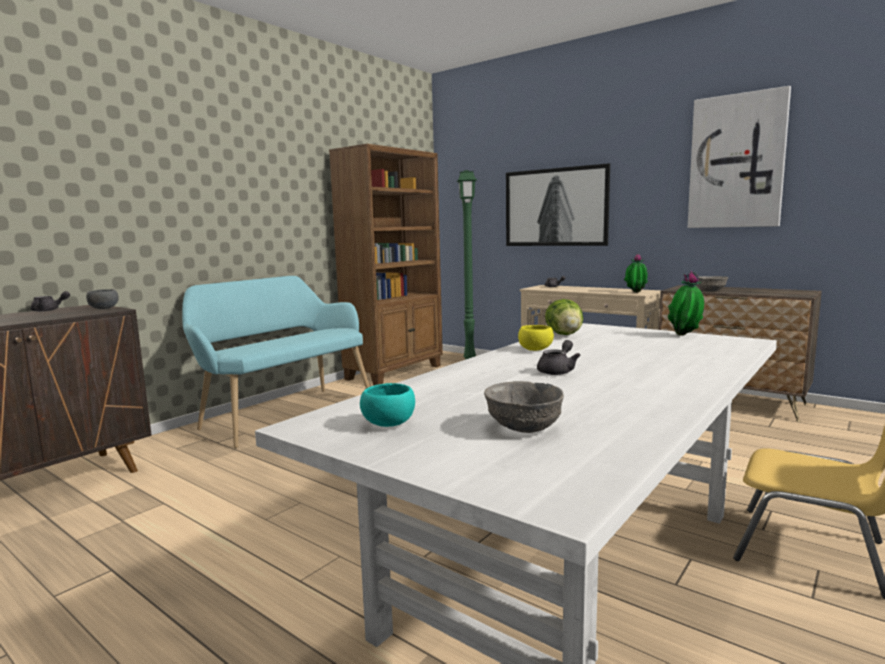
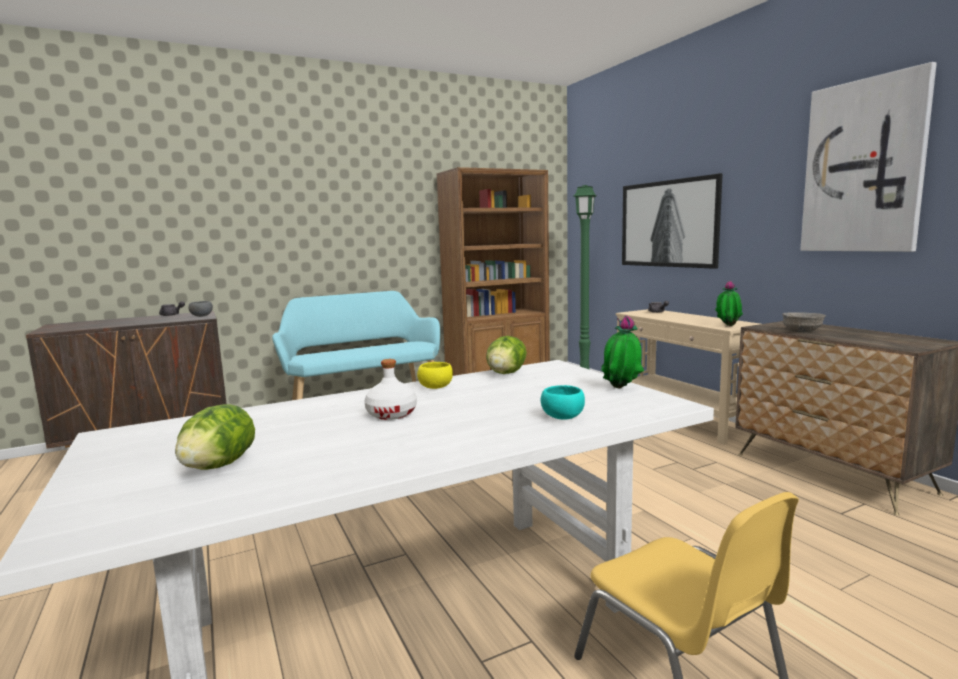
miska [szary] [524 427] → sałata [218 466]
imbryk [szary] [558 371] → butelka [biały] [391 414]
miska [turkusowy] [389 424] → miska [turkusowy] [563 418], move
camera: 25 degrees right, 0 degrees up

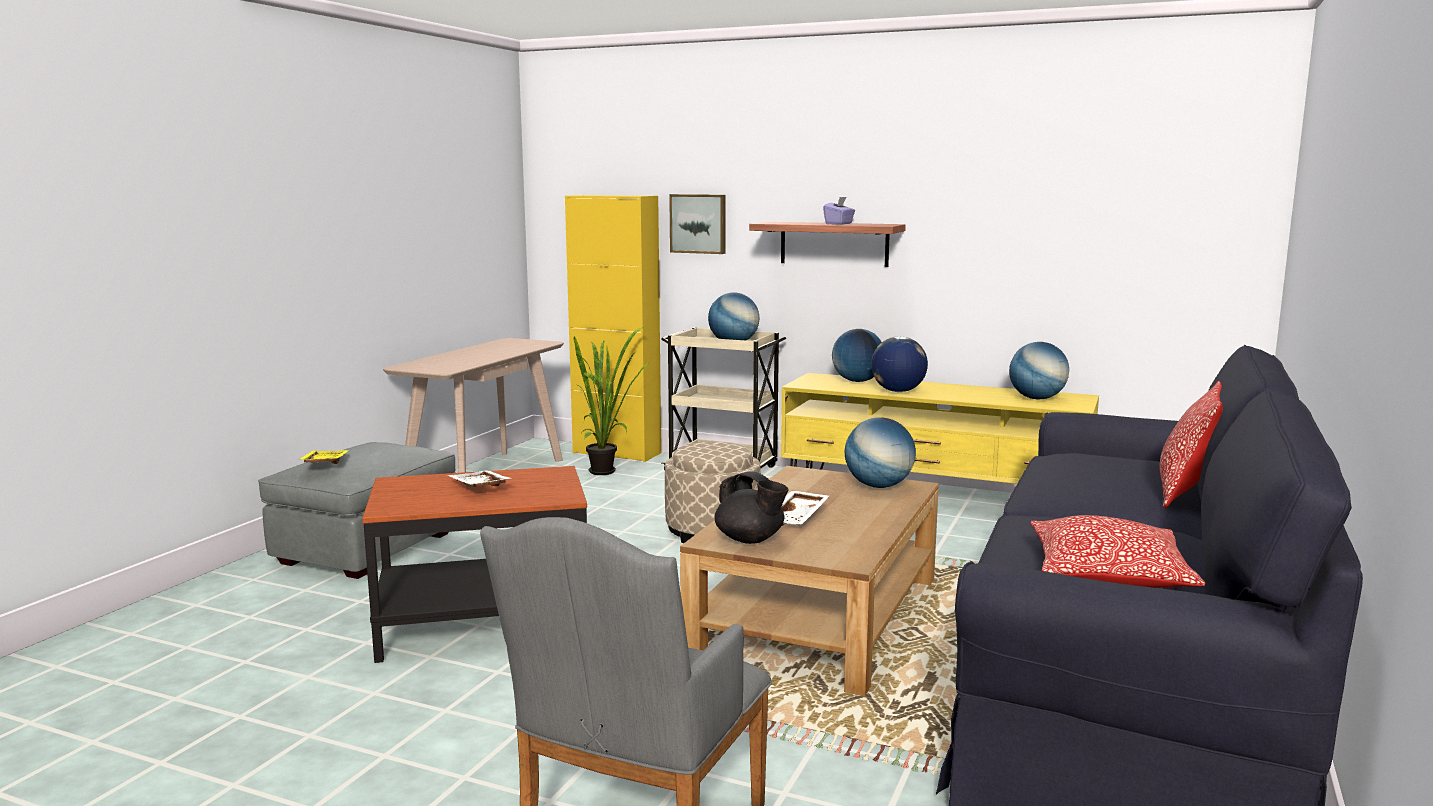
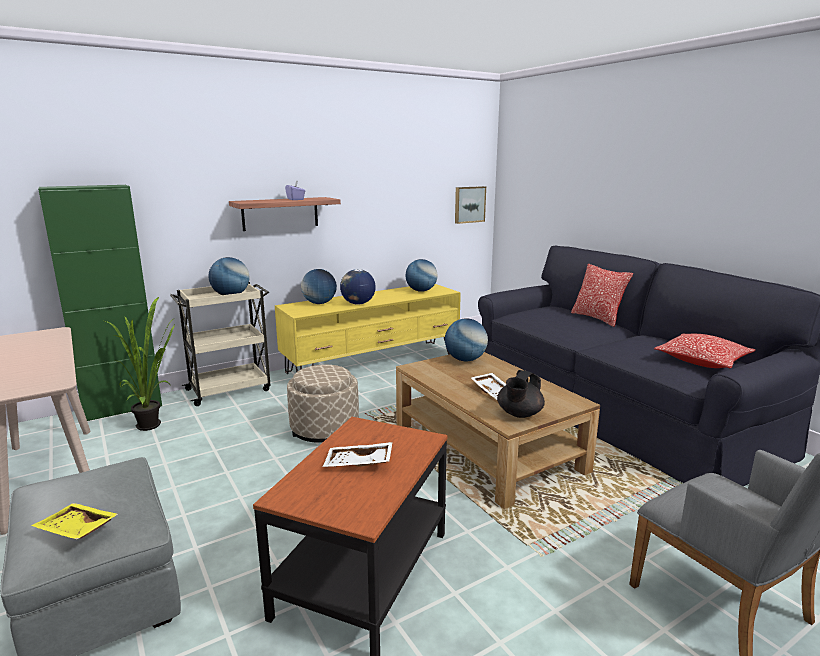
szafka [żółty] [617 453] → szafka [zielony] [122 408]
obraz [698 223] → obraz [469 204], move
imbryk [czarny] [750 540] → imbryk [czarny] [519 414], 135 degrees clockwise
camera: 55 degrees left, 5 degrees up

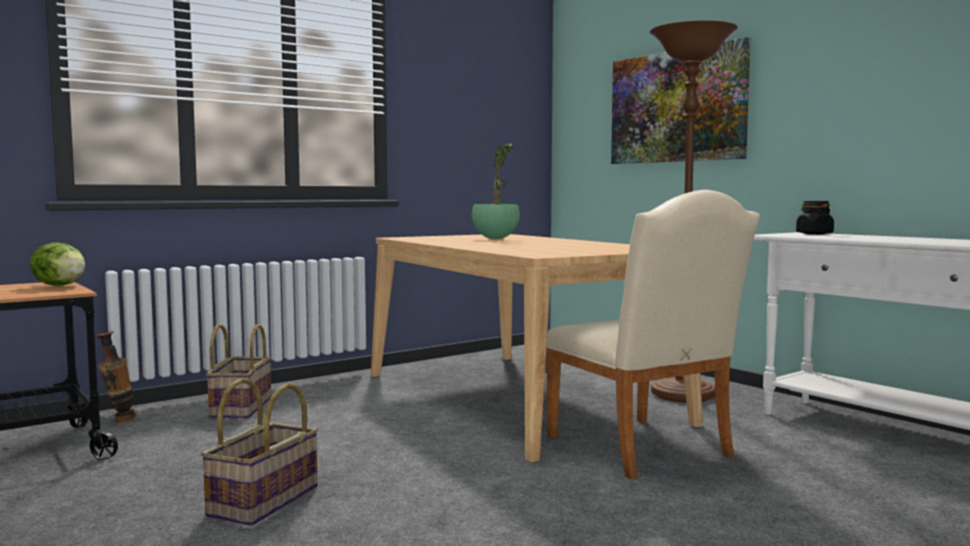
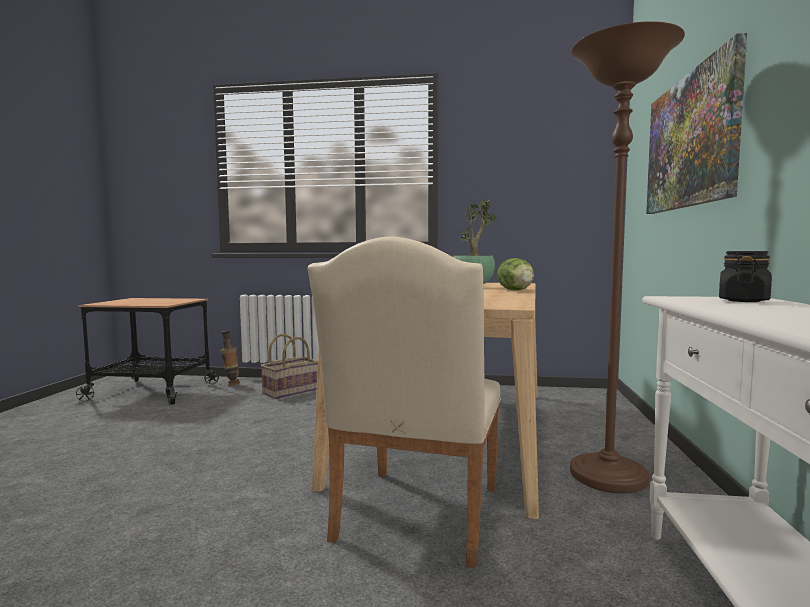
sałata [60 285] → sałata [516 290], move
koszyk [265 501] → -
camera: 45 degrees right, 0 degrees up

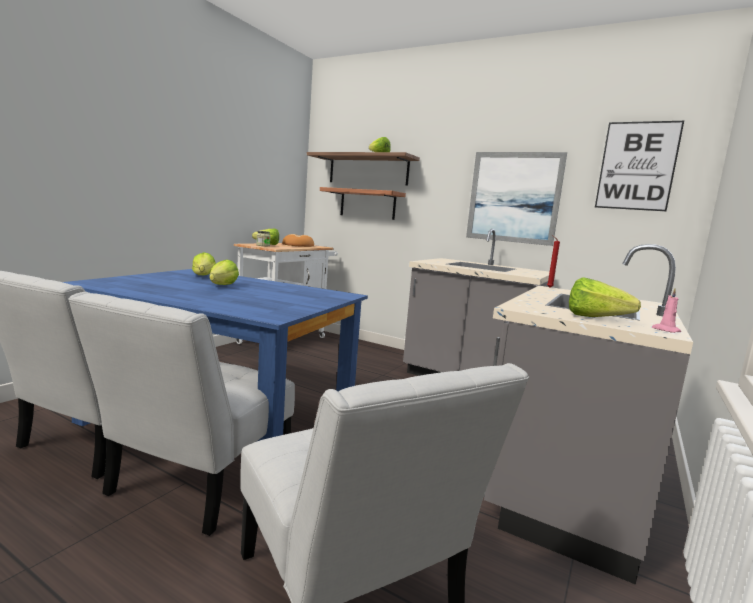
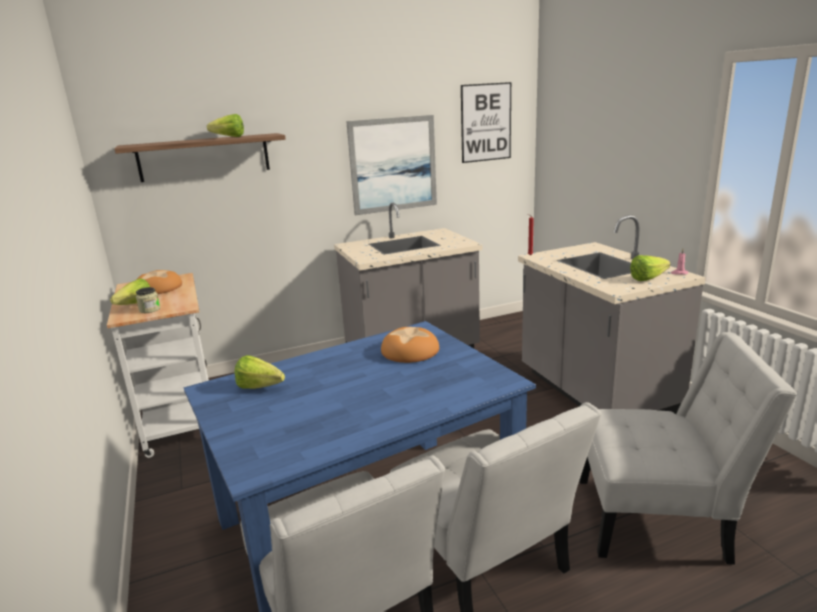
- → chleb [410 351]
sałata [219 286] → -
półka [367 204] → -
camera: 50 degrees left, 10 degrees up

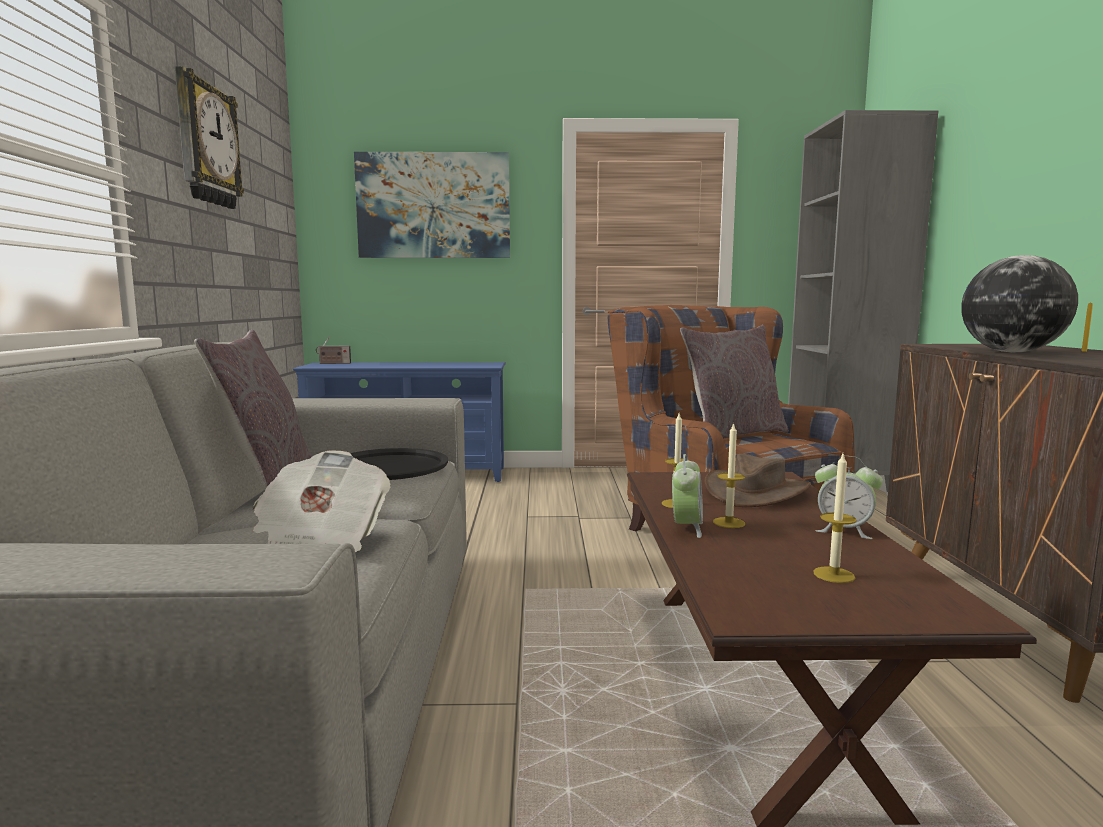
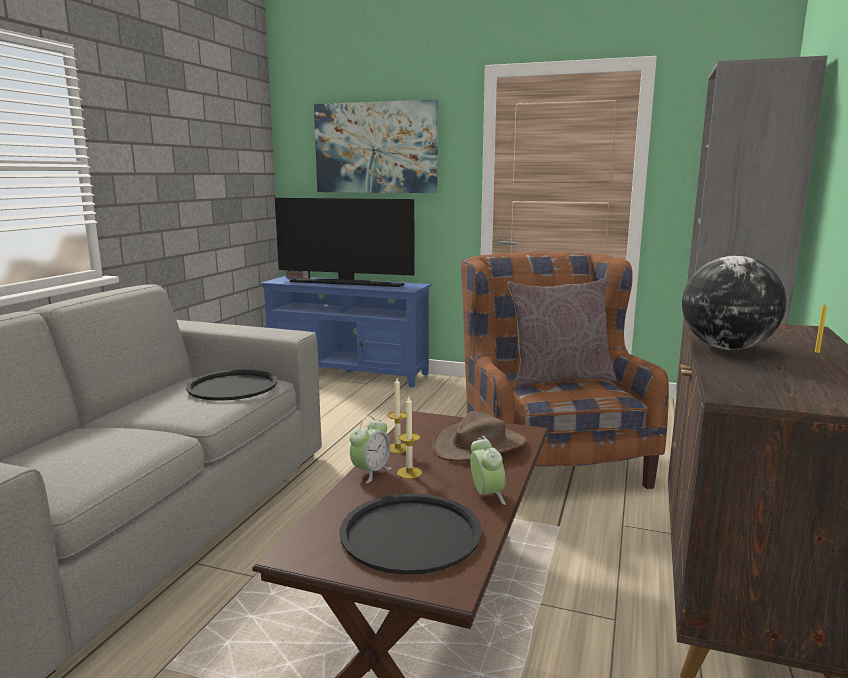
- → telewizor [347 283]
świeca [834 575] → taca [czarny] [410 534]
budzik [844 530] → budzik [486 495], 150 degrees counterclockwise
zegar ścienny [205 144] → -
poduszka [szary] [267 484] → -
gazeta [320 543] → -
camera: 20 degrees right, 5 degrees up

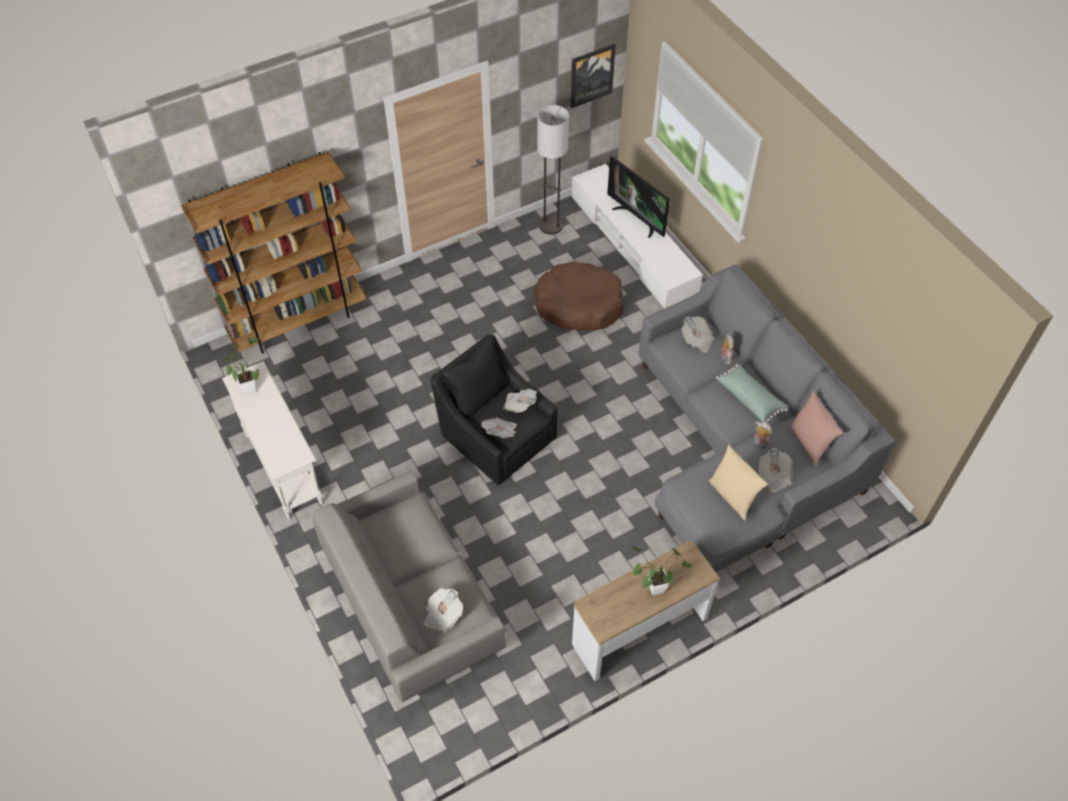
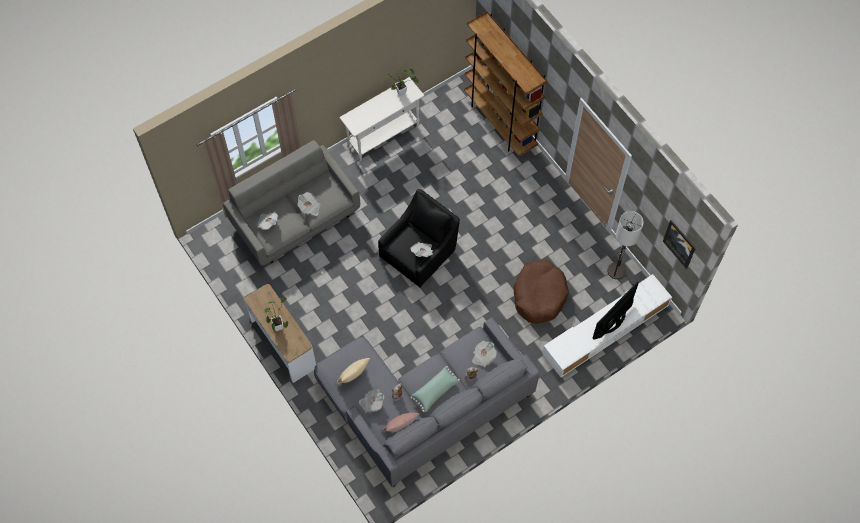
gazeta [500 432] → gazeta [309 207], move
camera: 85 degrees right, 10 degrees up

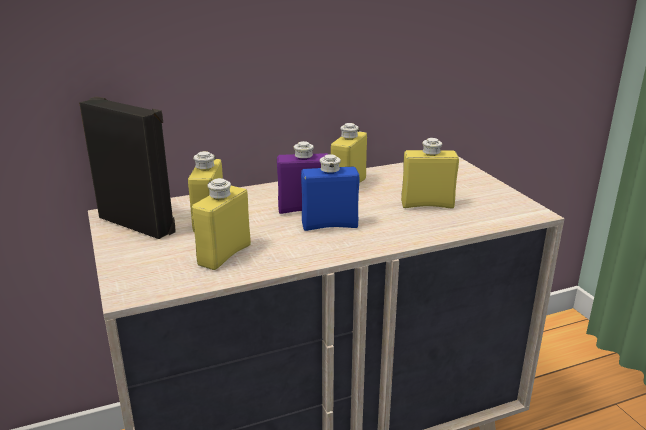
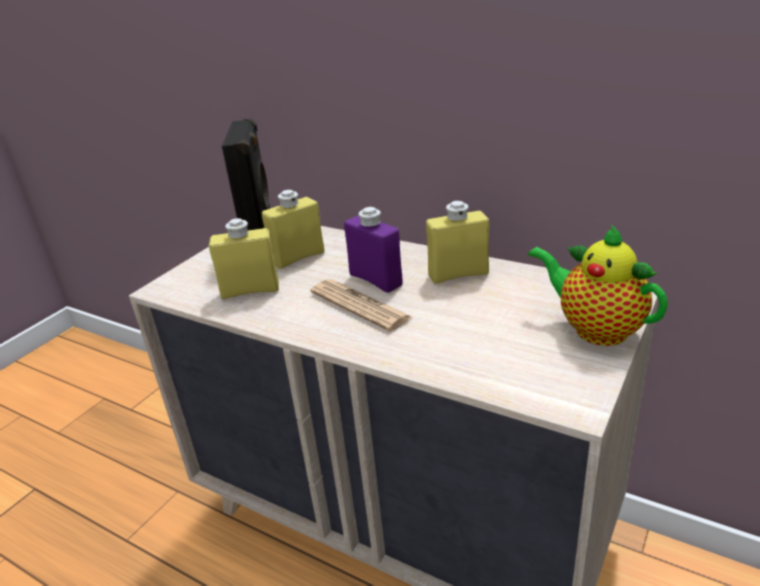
butelka [niebieski] [329 225] → gazeta [360 305]
- → imbryk [595 329]
butelka [żółty] [427 204] → -
camera: 55 degrees right, 5 degrees up

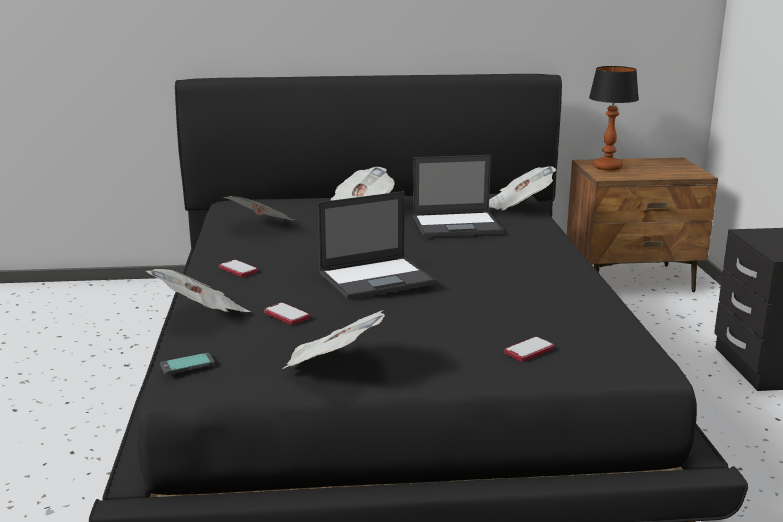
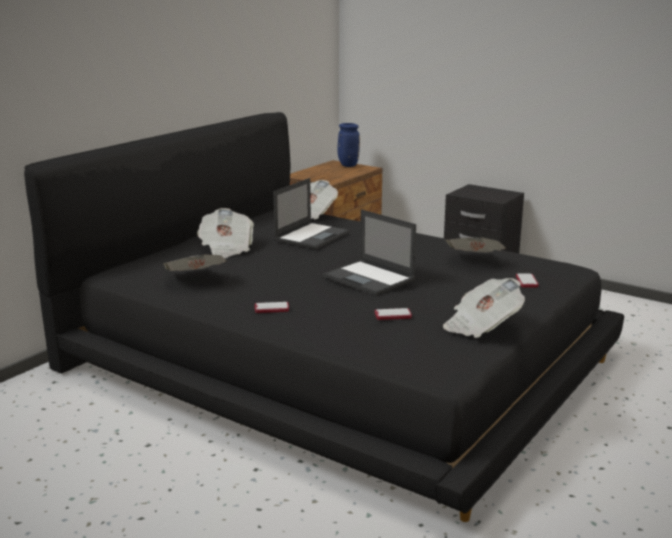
laptop [377 278] → laptop [369 278], 120 degrees clockwise
- → wazon [niebieski] [347 165]
gazeta [201 314] → gazeta [475 261], move
telefon [187 365] → -
lampa stołowa [608 167] → -
camera: 50 degrees left, 0 degrees up

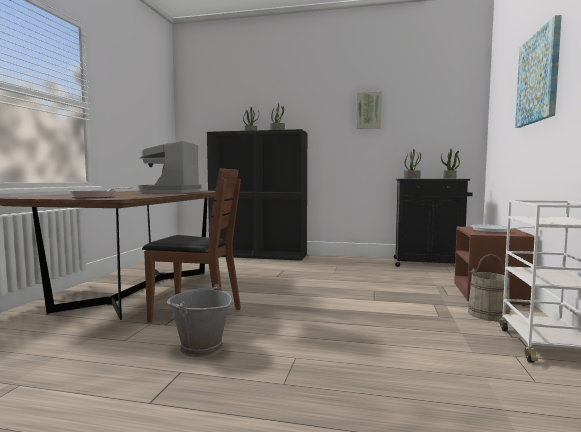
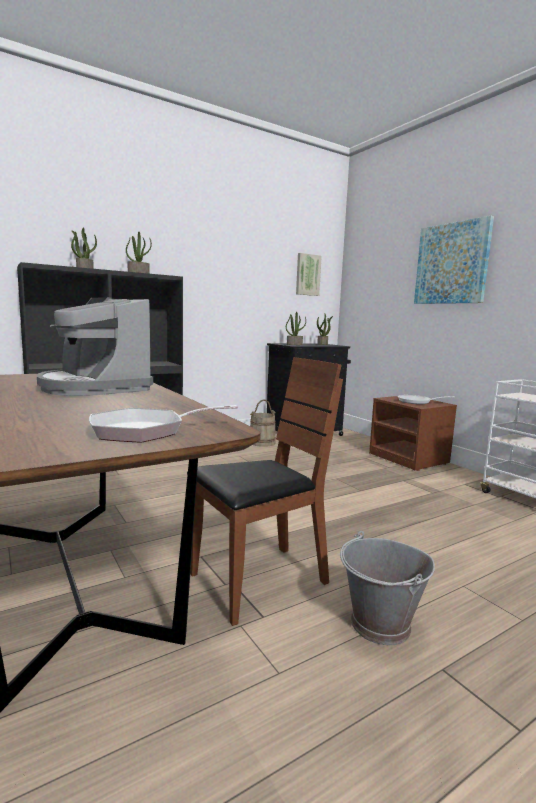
wiadro [beżowy] [488 314] → wiadro [beżowy] [262 442], move
obraz [368 110] → obraz [307 275], move
camera: 45 degrees left, 5 degrees up

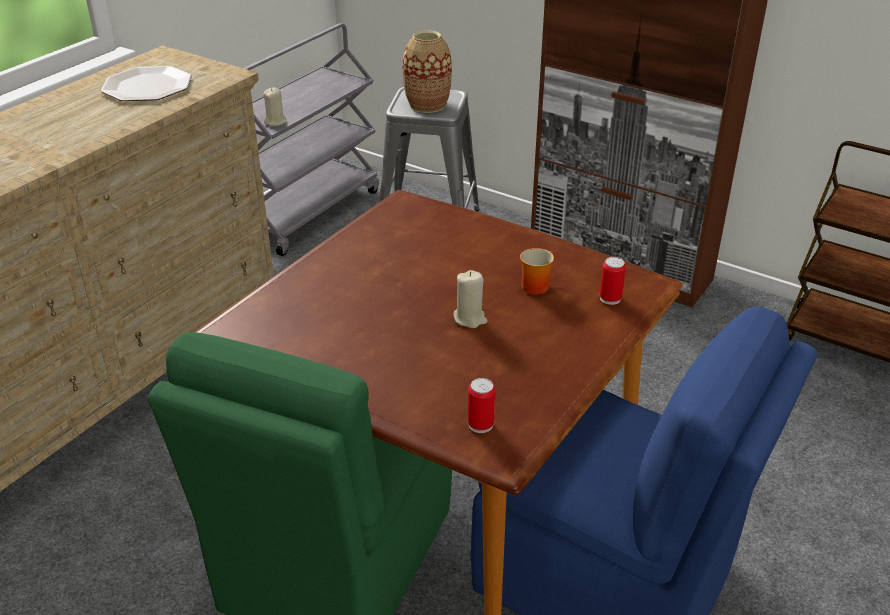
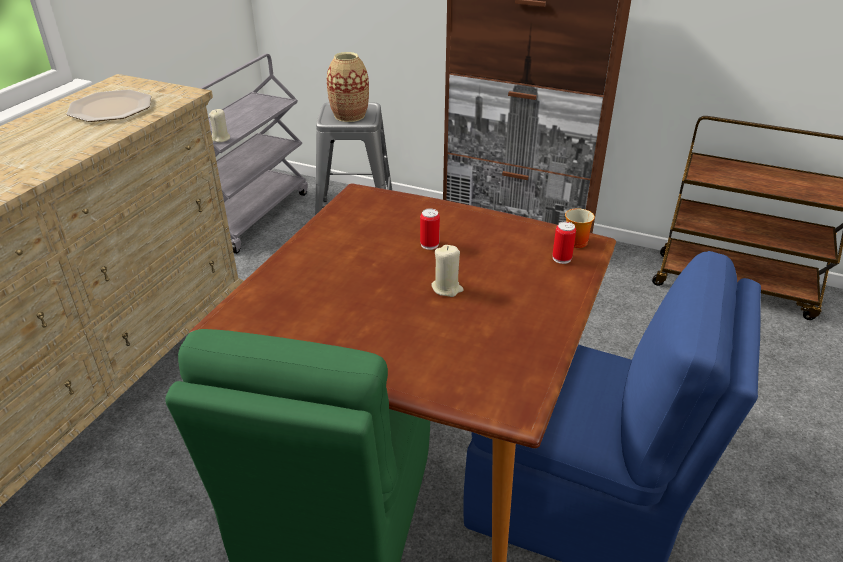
puszka [480 424] → puszka [429 244], move
kubek [535 284] → kubek [575 240], move
camera: 10 degrees left, 0 degrees up

